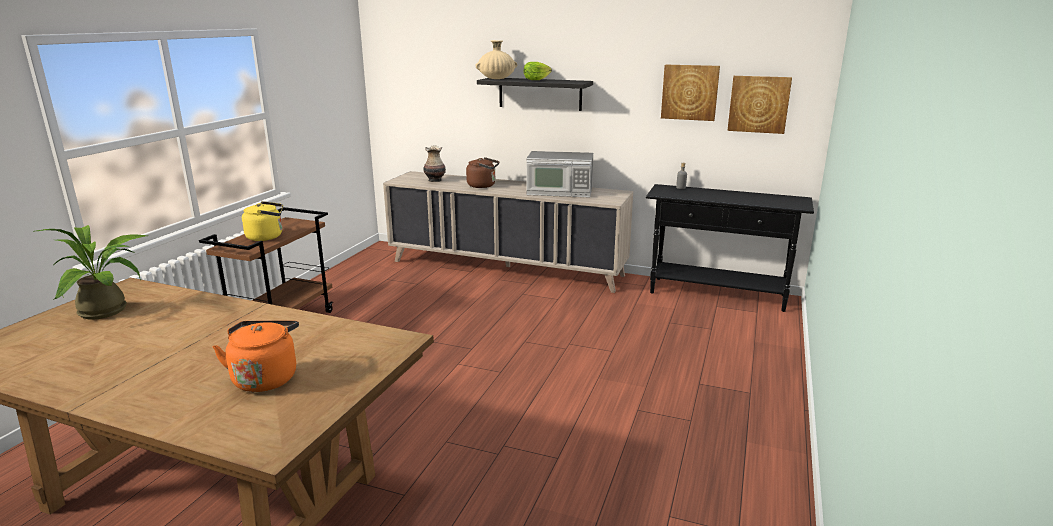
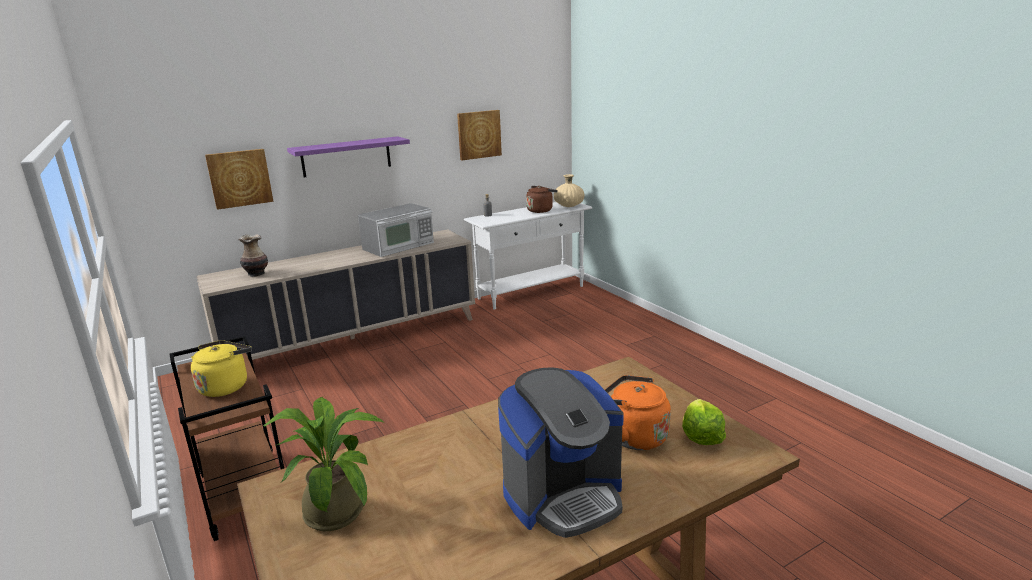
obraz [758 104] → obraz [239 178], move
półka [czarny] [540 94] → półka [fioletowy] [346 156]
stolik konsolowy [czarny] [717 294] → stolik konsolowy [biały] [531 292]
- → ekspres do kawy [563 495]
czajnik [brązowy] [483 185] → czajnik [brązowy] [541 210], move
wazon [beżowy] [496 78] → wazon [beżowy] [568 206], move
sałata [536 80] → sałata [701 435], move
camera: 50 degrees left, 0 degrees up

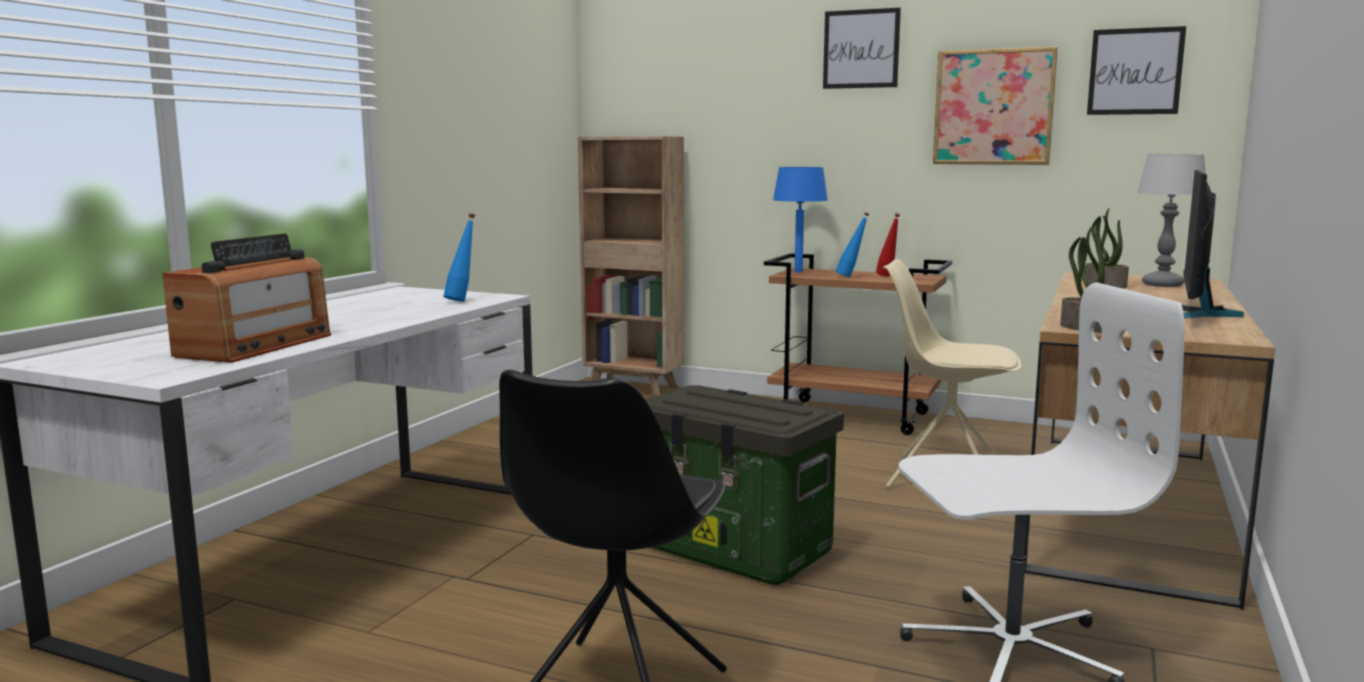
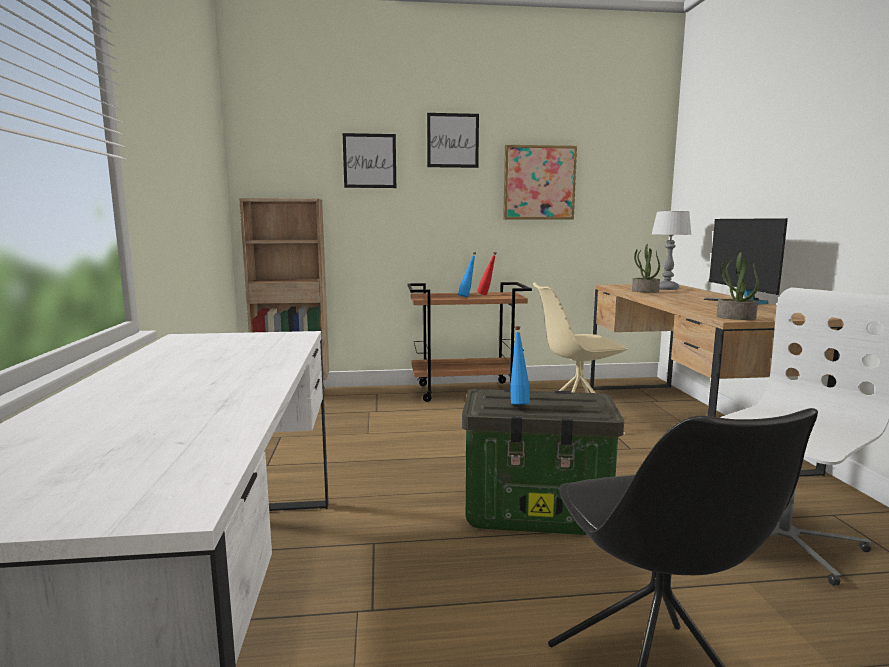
obraz [1135 71] → obraz [369 161], move
butelka [niebieski] [462 300] → butelka [niebieski] [518 403], move
radio [256 345] → -
lampa stołowa [niebieski] [798 271] → -
camera: 30 degrees left, 0 degrees up

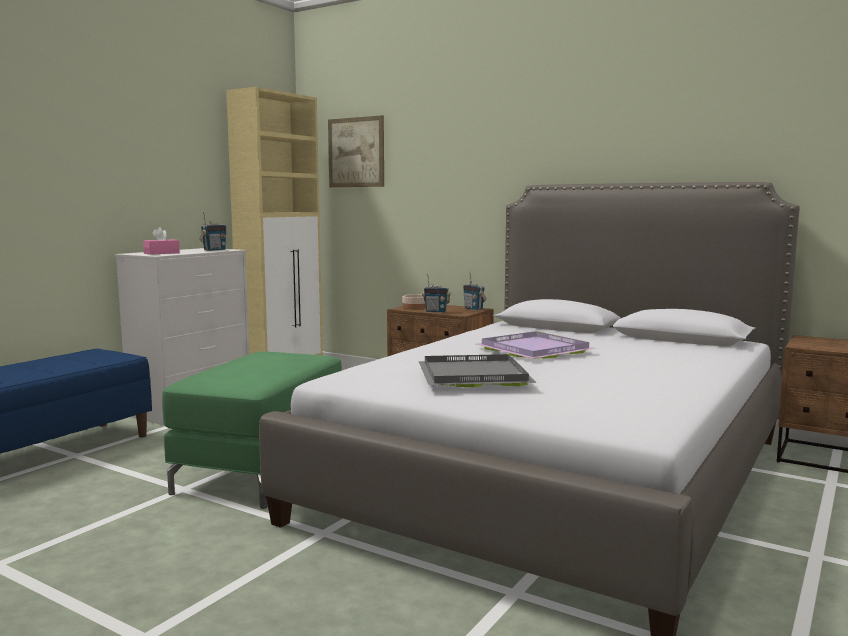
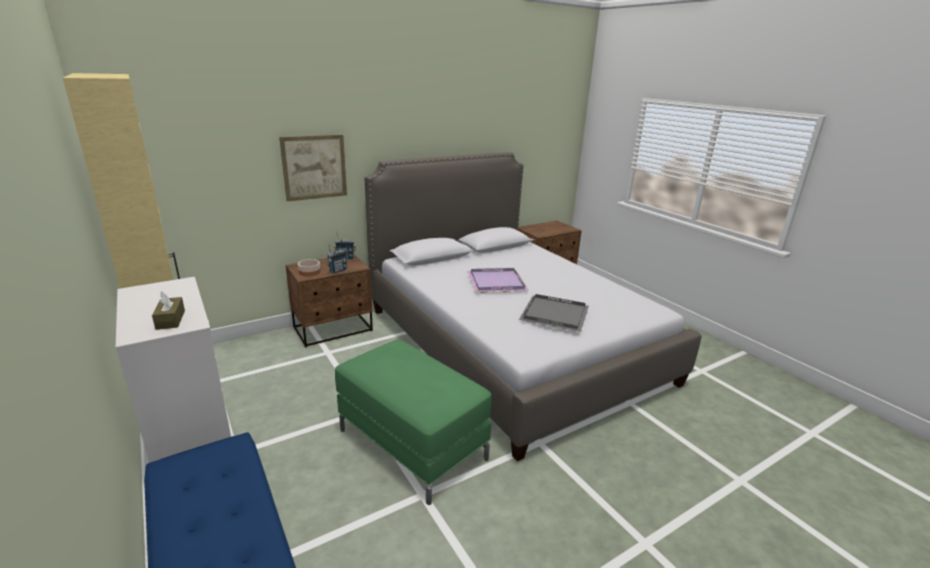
pudełko chusteczek [różowy] [161 253] → pudełko chusteczek [brązowy] [170 320]
obraz [356 152] → obraz [314 167], move
radio [214 250] → -
camera: 65 degrees left, 15 degrees up

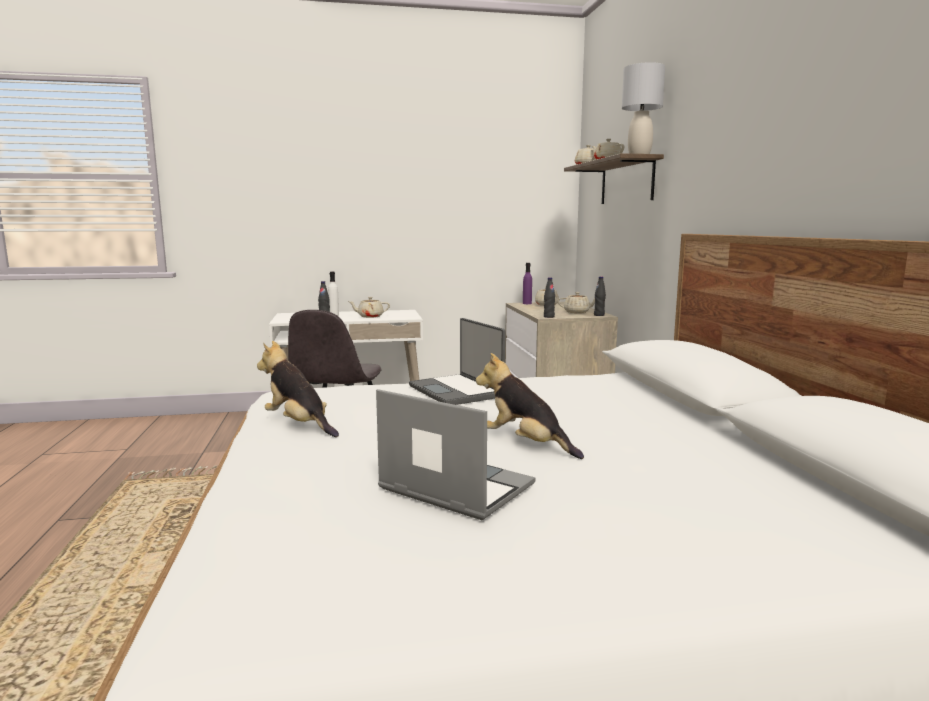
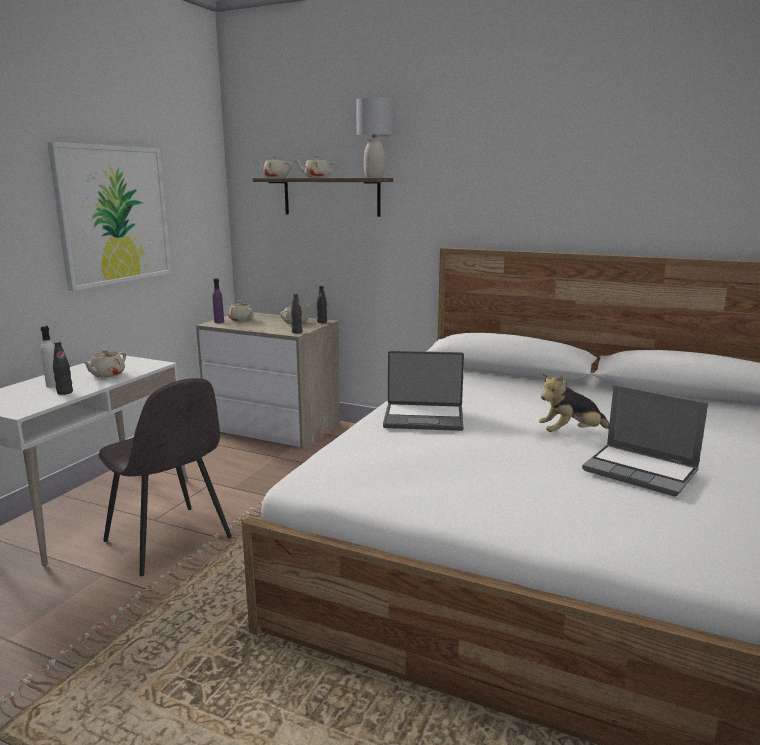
- → obraz [114 215]
laptop [453 488] → laptop [641 471], 120 degrees counterclockwise
pluszak [299 425] → -
camera: 55 degrees left, 5 degrees up

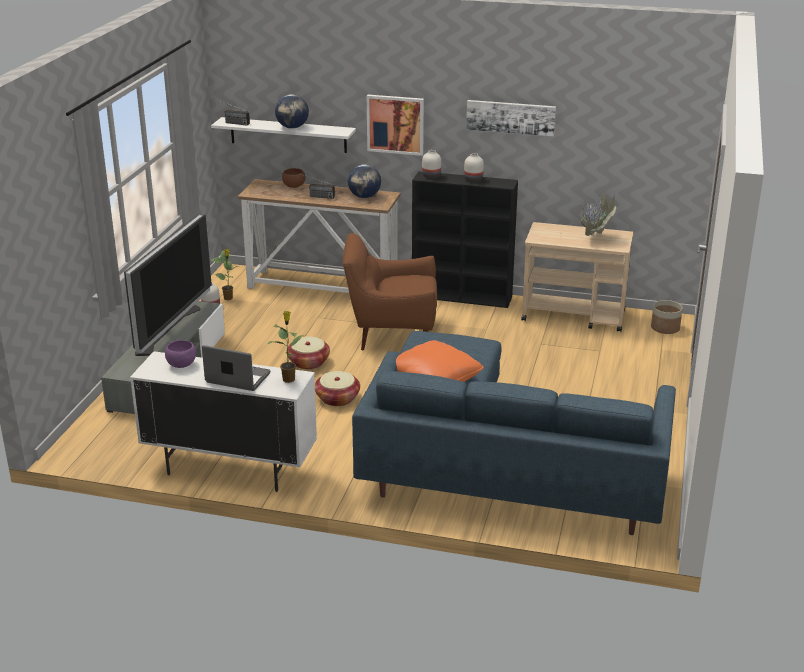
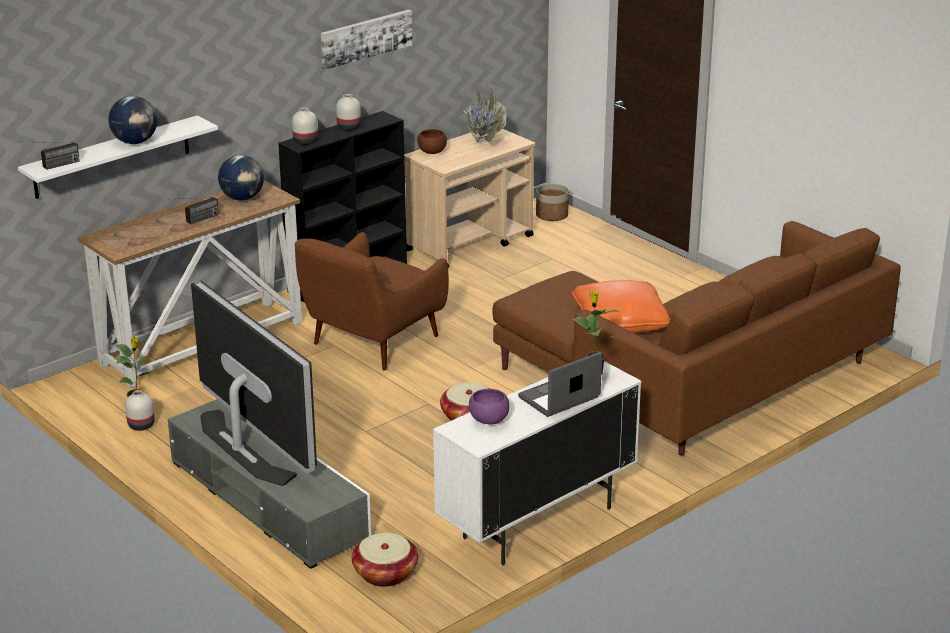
koszyk [308 362] → koszyk [385 573], move
miska [brązowy] [294 186] → miska [brązowy] [432 152], move
kanapa [niebieski] [496 468] → kanapa [brązowy] [696 382]
obraz [395 124] → -
camera: 55 degrees left, 0 degrees up

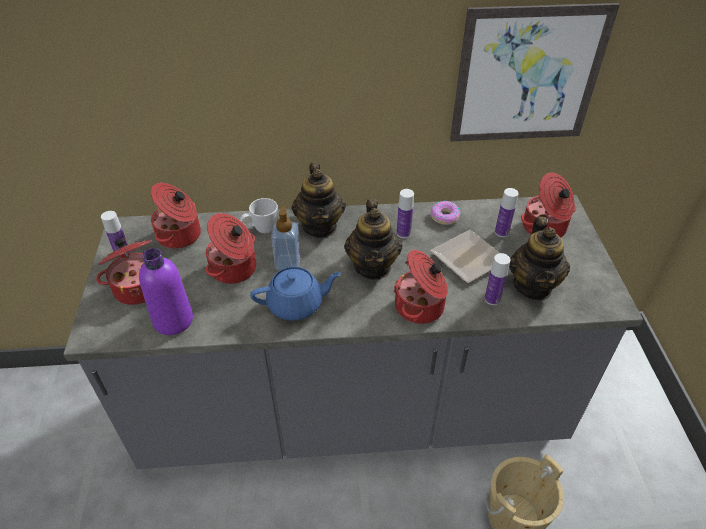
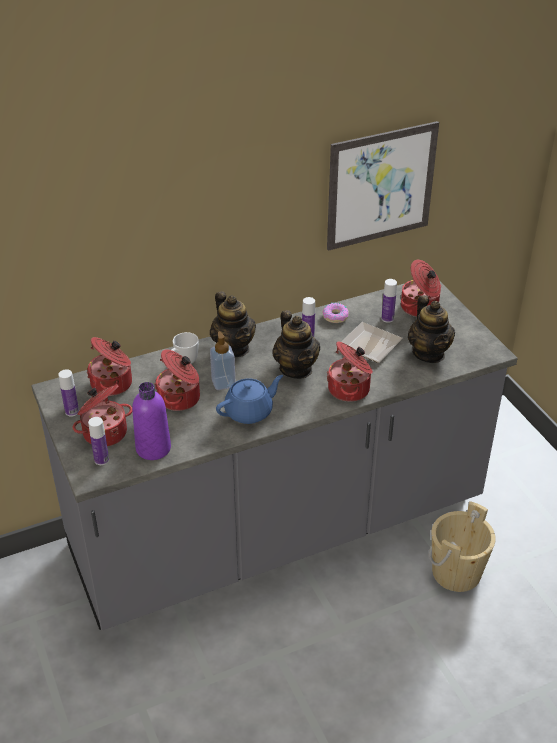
butelka [492 299] → butelka [101 460], move
camera: 20 degrees left, 5 degrees down

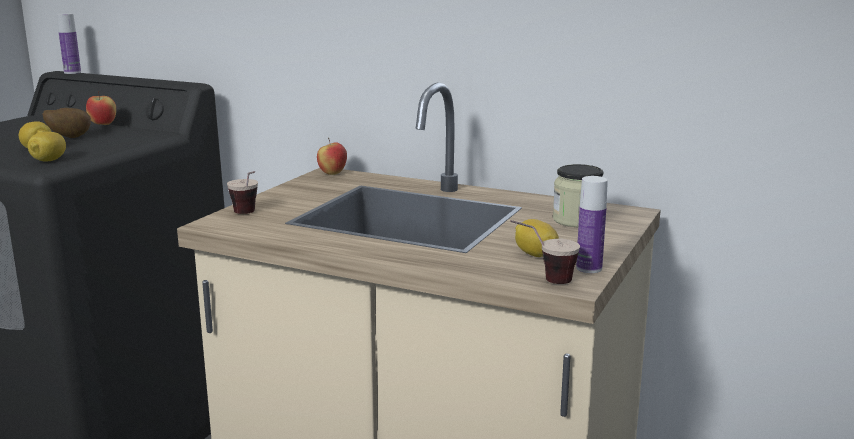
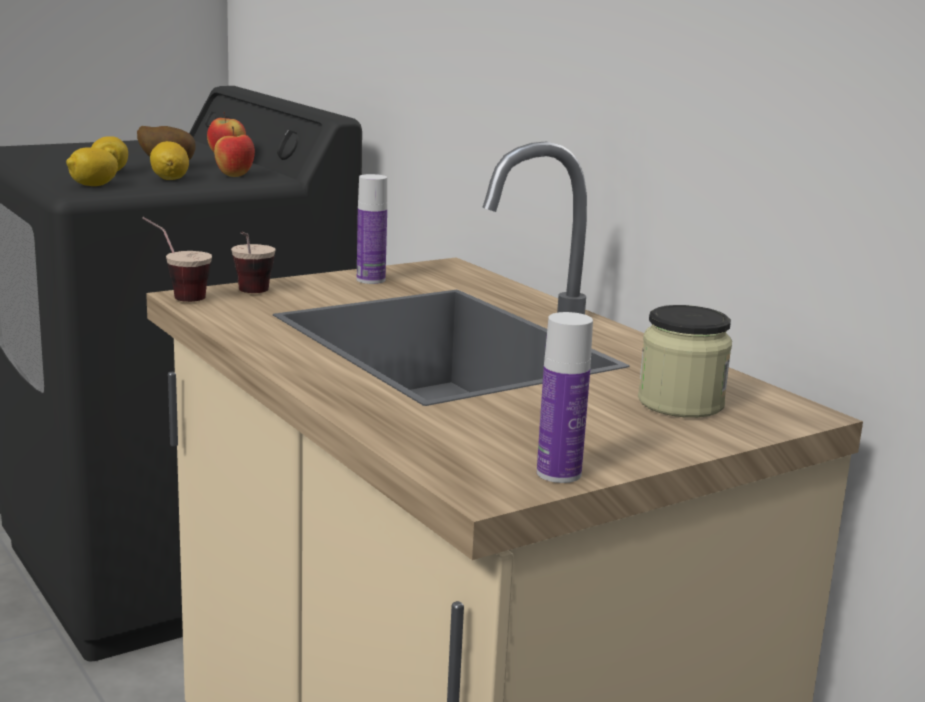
filiżanka [543 280] → filiżanka [176 295], move
cytryna [535 255] → cytryna [170 179], move
jabłko [332 173] → jabłko [235 176], move
butelka [72 72] → butelka [370 280], move
camera: 30 degrees right, 0 degrees up

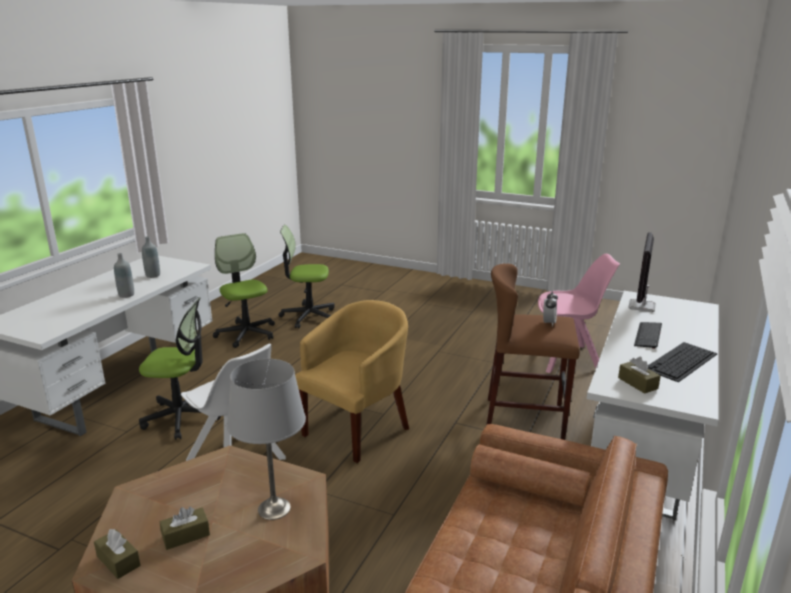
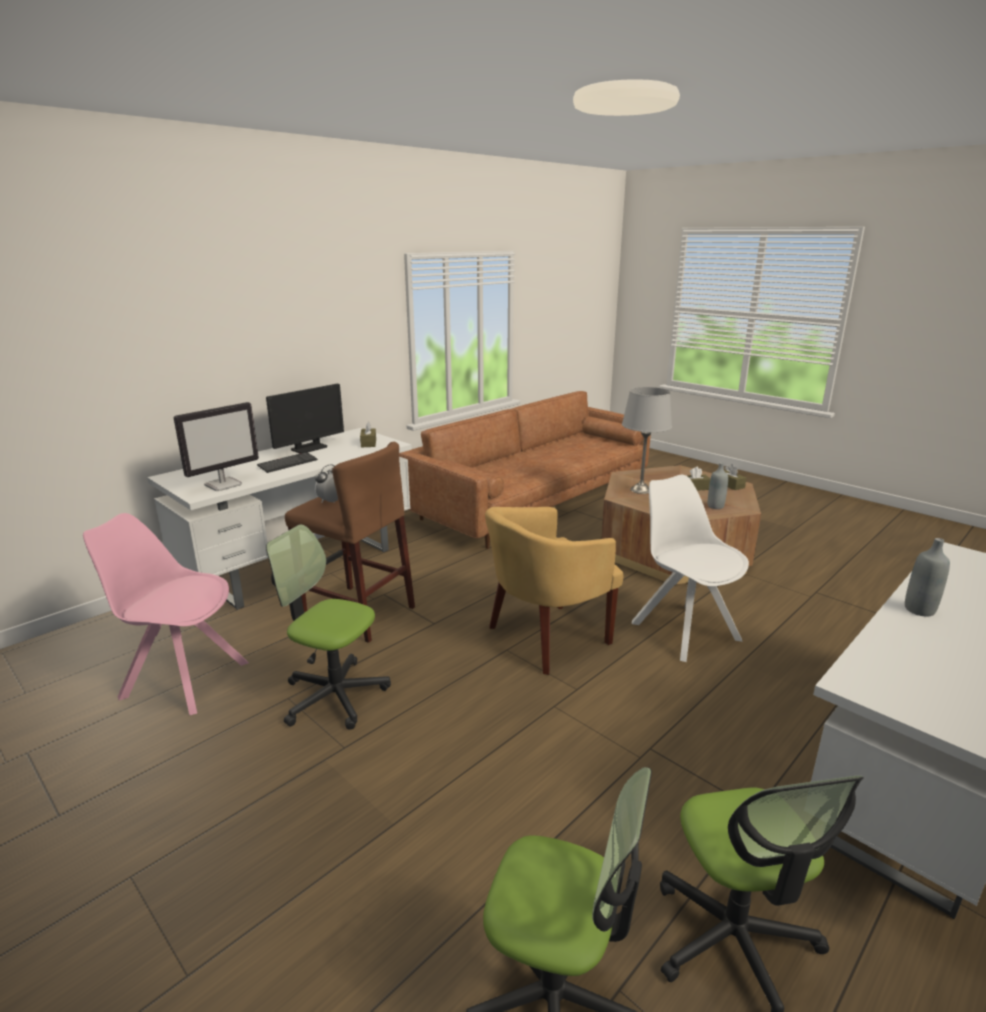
klawiatura [681 361] → monitor [309 448]
krzesło biurowe [182 417] → krzesło biurowe [334 695], move
butelka [szary] [153 275] → butelka [szary] [715 506], move
camera: 160 degrees left, 0 degrees up

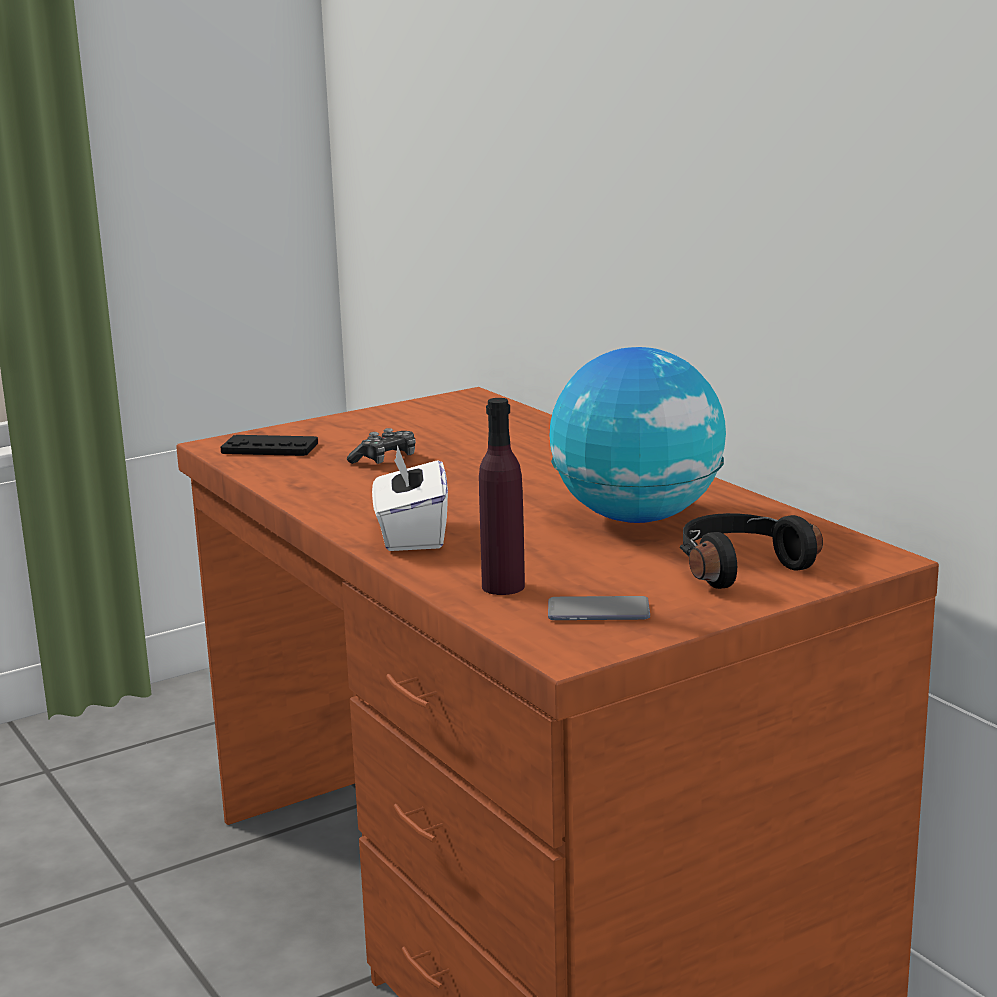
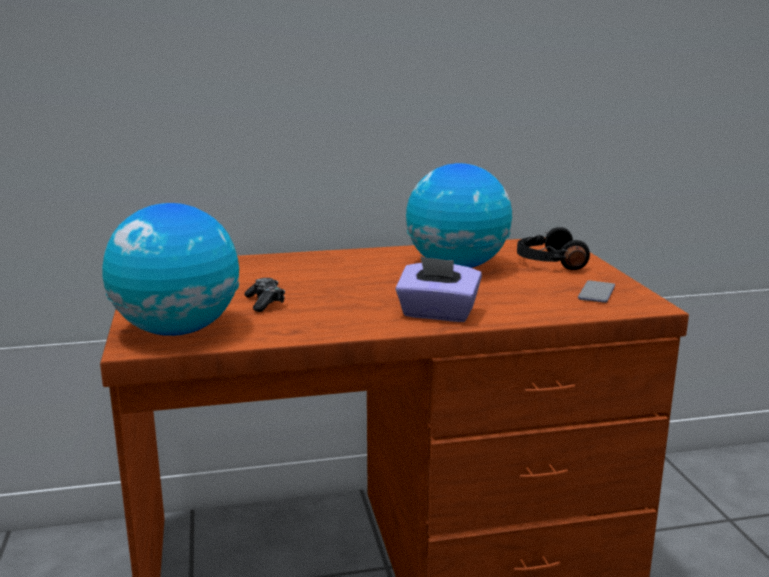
pad do gier [czarny] [269 448] → globus [177 331]
pudełko chusteczek [biały] [411 535] → pudełko chusteczek [fioletowy] [437 314]
butelka [fioletowy] [503 586] → -
camera: 70 degrees left, 0 degrees up

